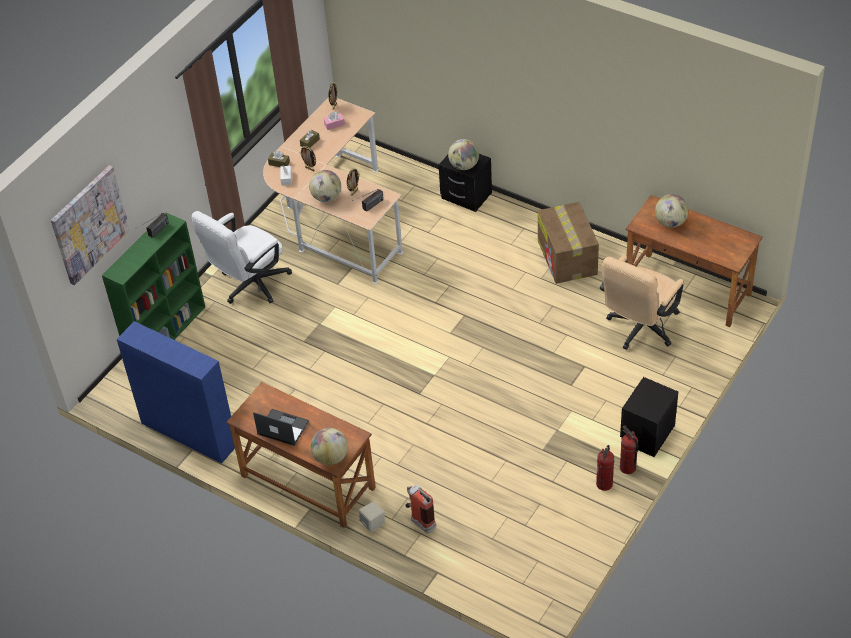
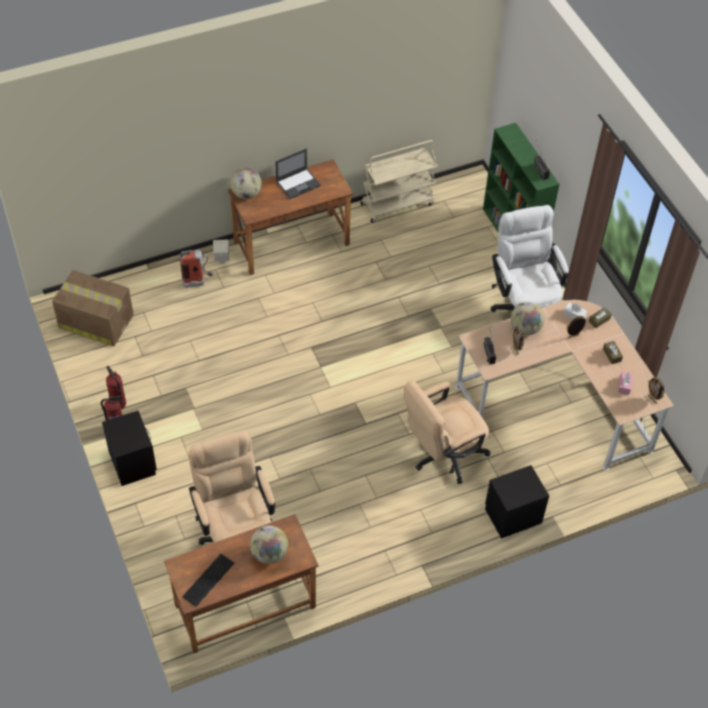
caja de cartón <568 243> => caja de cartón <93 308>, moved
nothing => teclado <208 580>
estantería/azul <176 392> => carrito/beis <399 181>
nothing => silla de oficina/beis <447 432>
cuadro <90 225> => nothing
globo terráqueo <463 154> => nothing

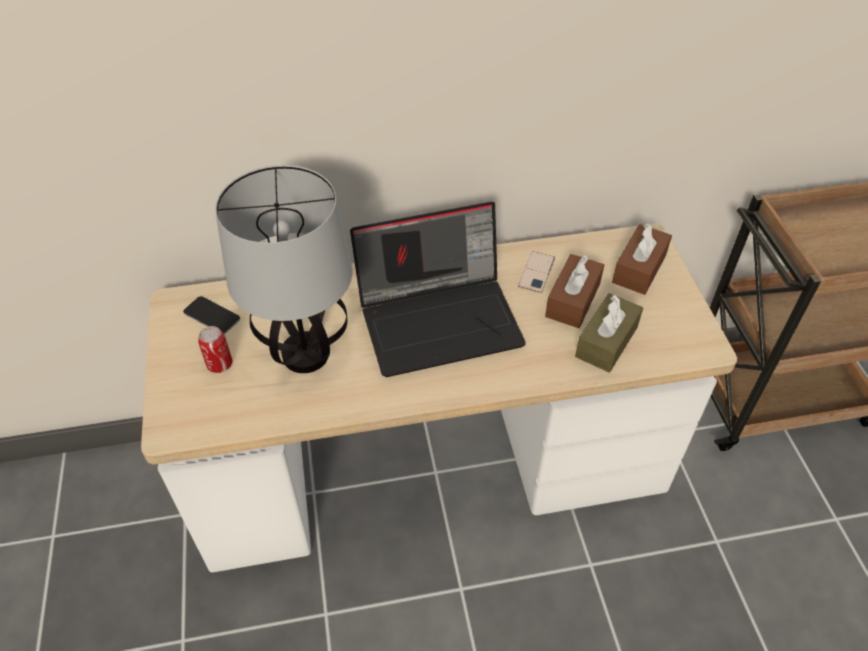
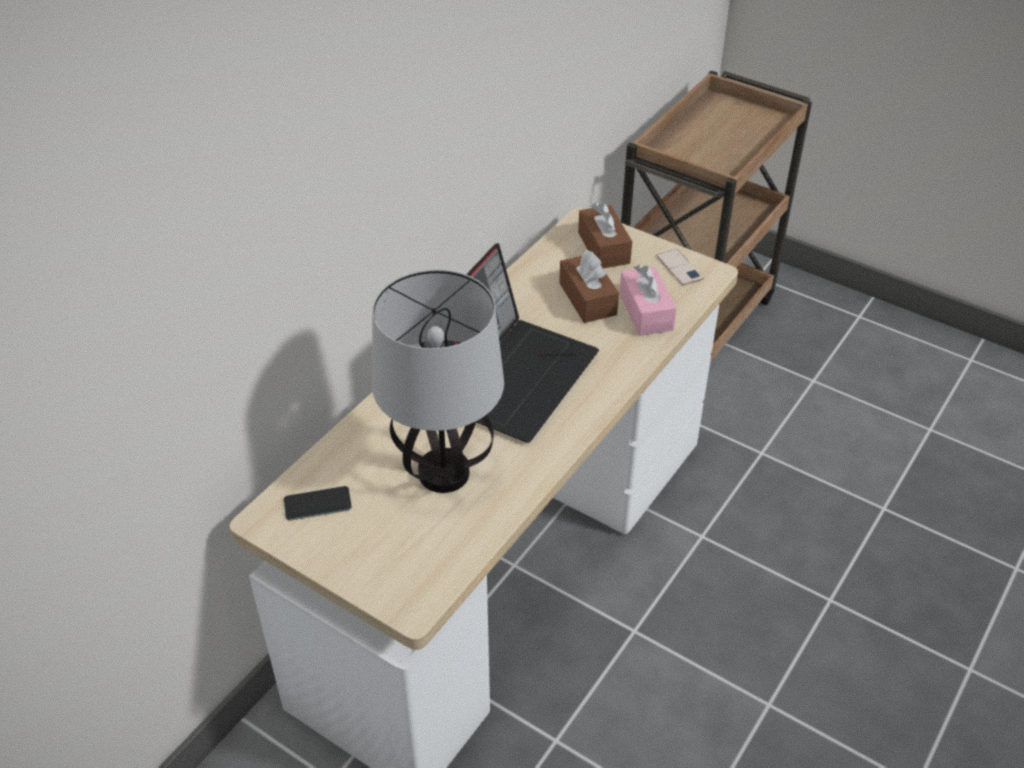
caja de pañuelos/marrón <609 332> => caja de pañuelos/rosa <648 300>
móvil <536 272> => móvil <680 267>, moved
lata <215 349> => nothing

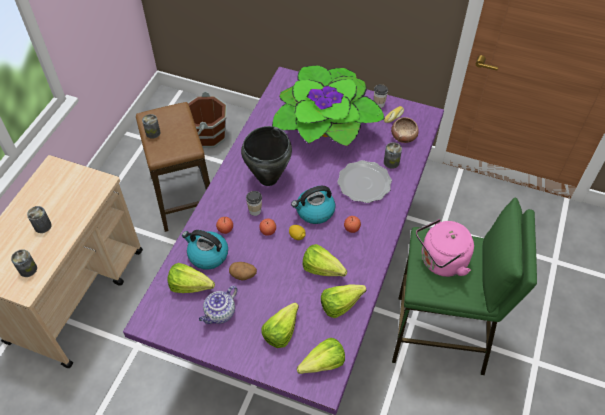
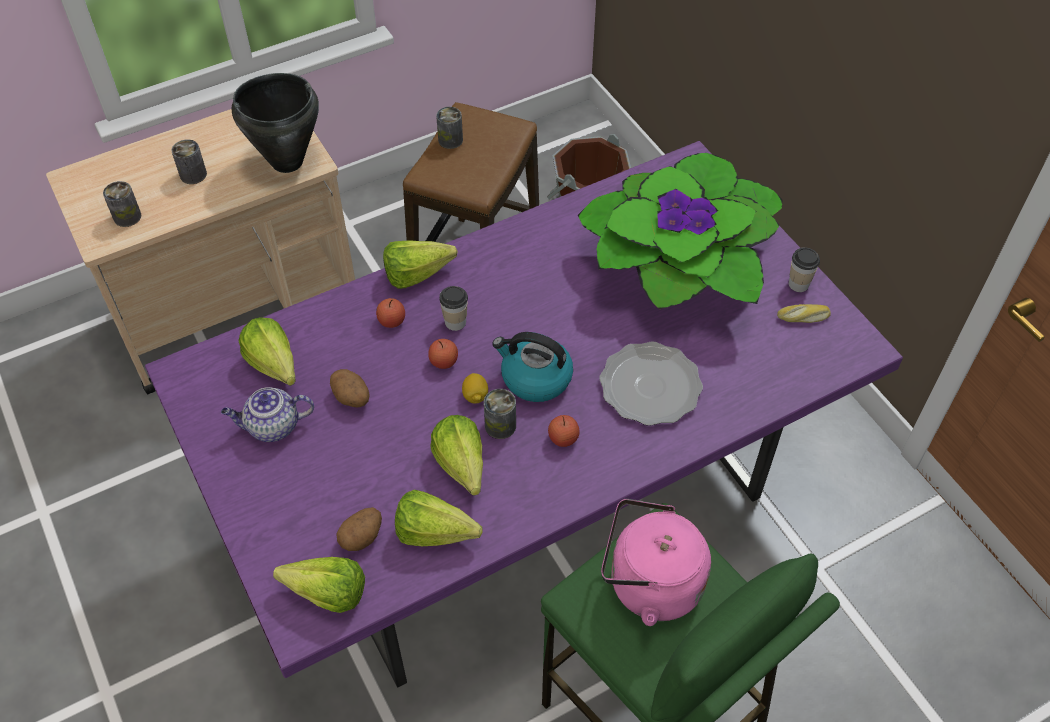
olla/negro <266 156> => olla/negro <275 123>, moved
nothing => patata <359 529>
lechuga <280 325> => lechuga <420 264>, moved
lata <393 155> => lata <500 414>, moved
hervidor <205 250> => nothing
cuenco <405 130> => nothing

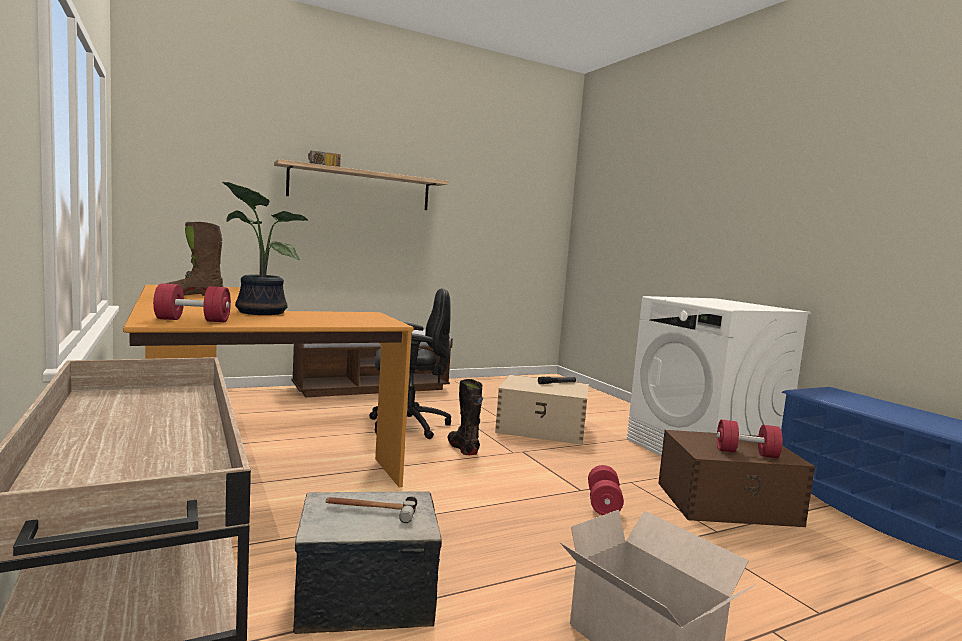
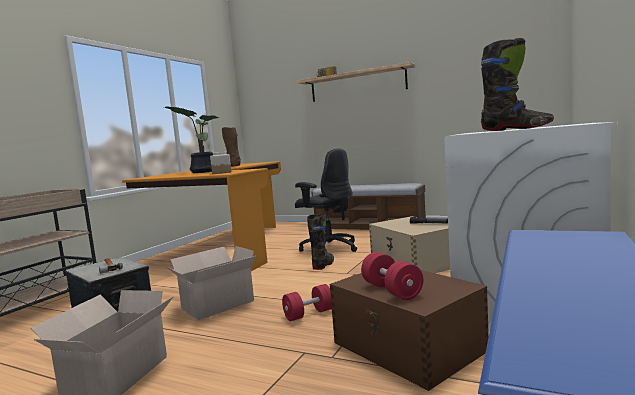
nothing => caja de cartón <210 283>
nothing => tarro <220 163>
nothing => bota/negro <517 84>
mancuerna/rojo <192 302> => nothing

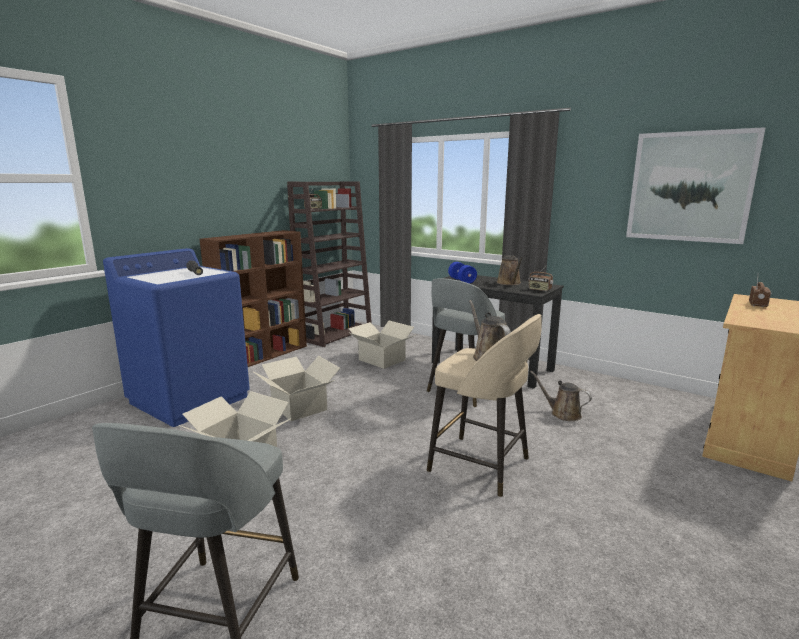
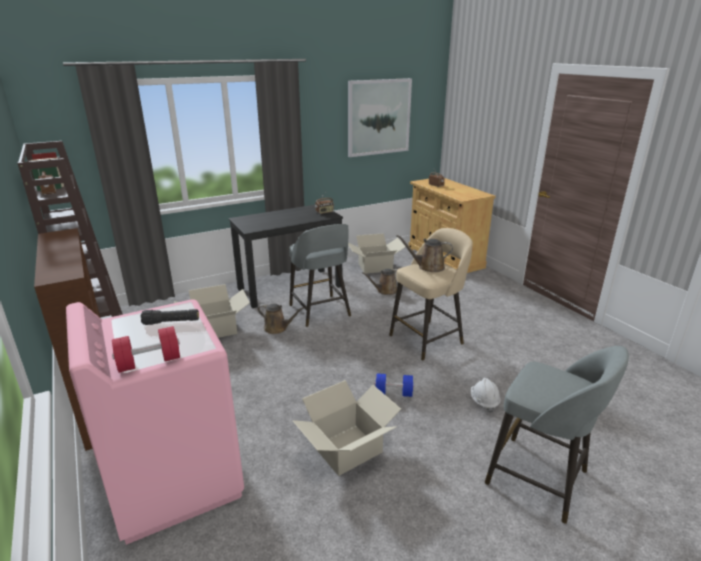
lavadora/azul <176 337> => lavadora/rosa <155 422>
nothing => mancuerna/rojo <146 349>
regadera/marrón <510 270> => regadera/marrón <280 319>, moved
caja de cartón <296 388> => caja de cartón <377 253>, moved
mancuerna/azul <462 273> => mancuerna/azul <394 385>, moved
nothing => casco/blanco <486 395>

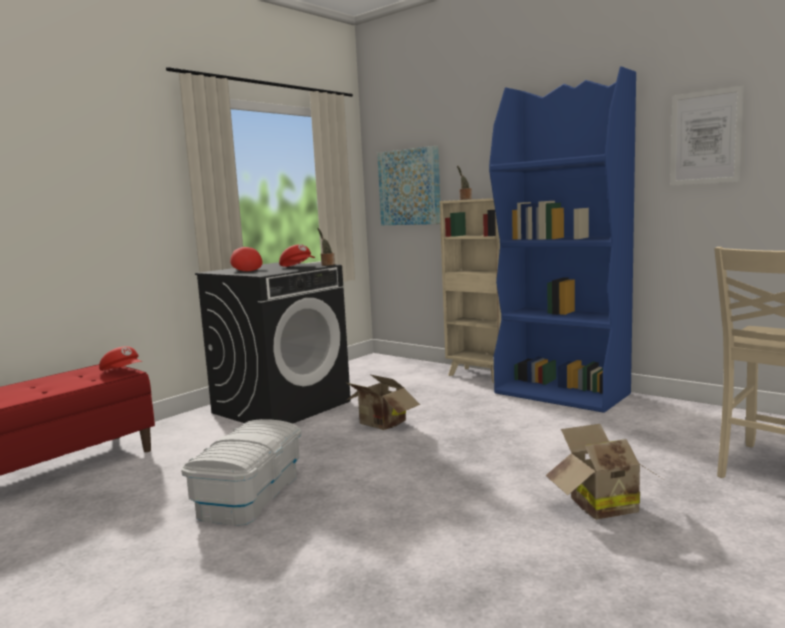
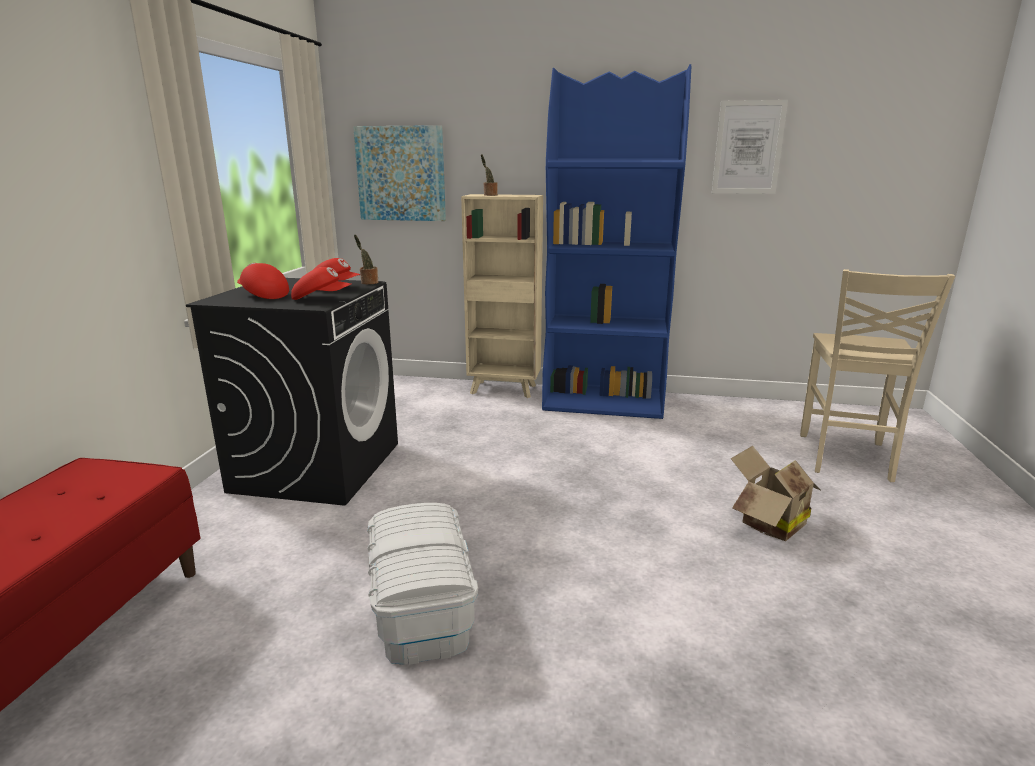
gorra/rojo <120 358> => gorra/rojo <321 283>, moved
caja de cartón <383 402> => nothing

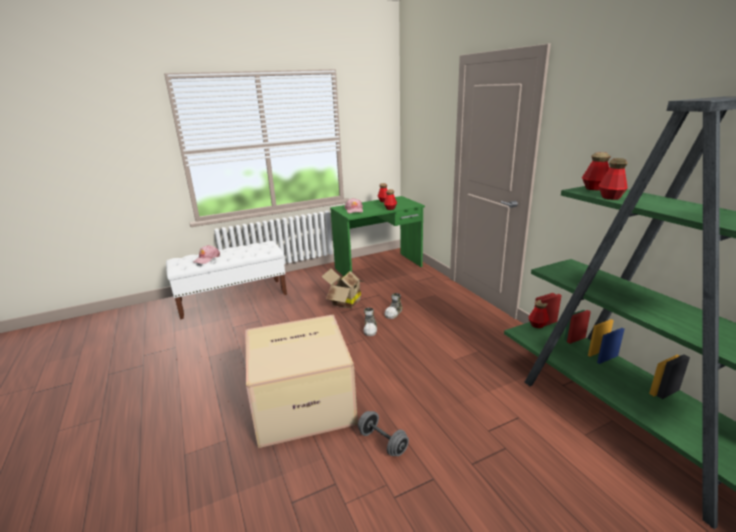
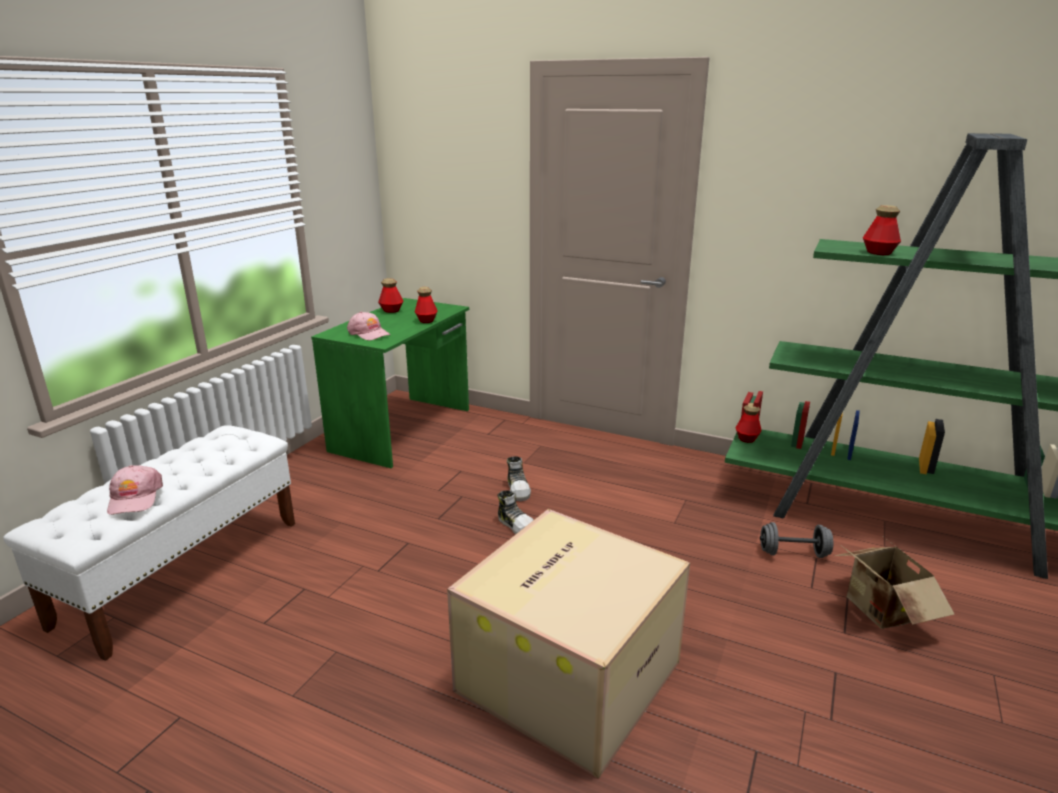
mancuerna/gris <383 433> => mancuerna/gris <796 540>, moved
caja de cartón <342 288> => caja de cartón <894 583>, moved
botella <596 171> => nothing

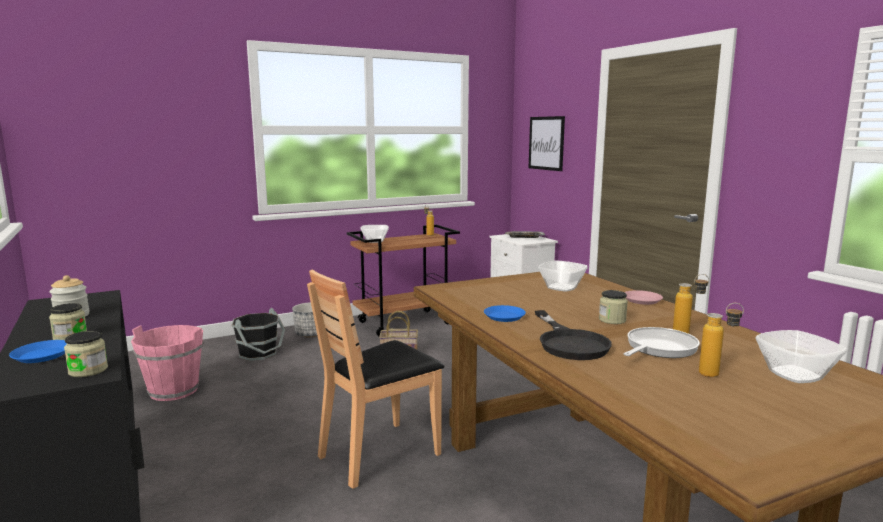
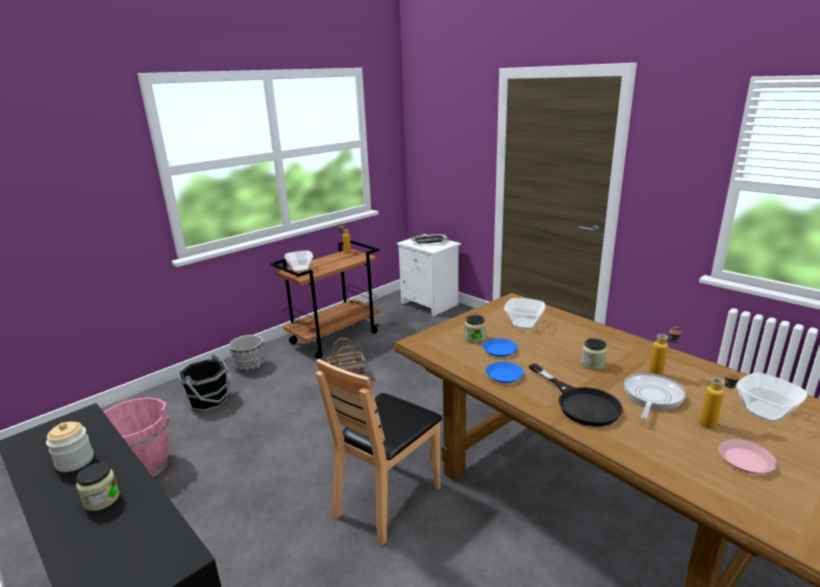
tarro <86 354> => tarro <475 329>, moved
plato/azul <38 351> => plato/azul <500 347>, moved
plato/rosa <644 297> => plato/rosa <748 457>, moved
cuadro <547 143> => nothing

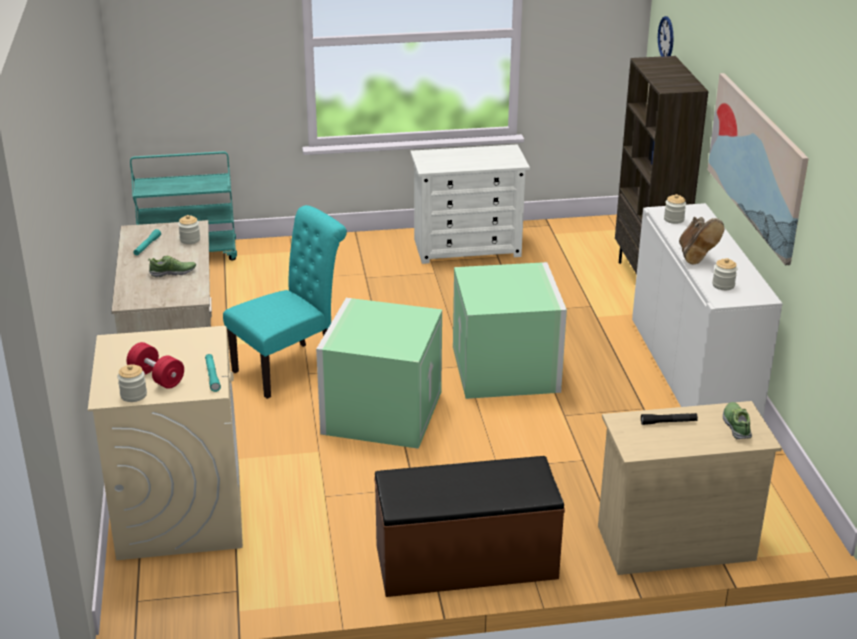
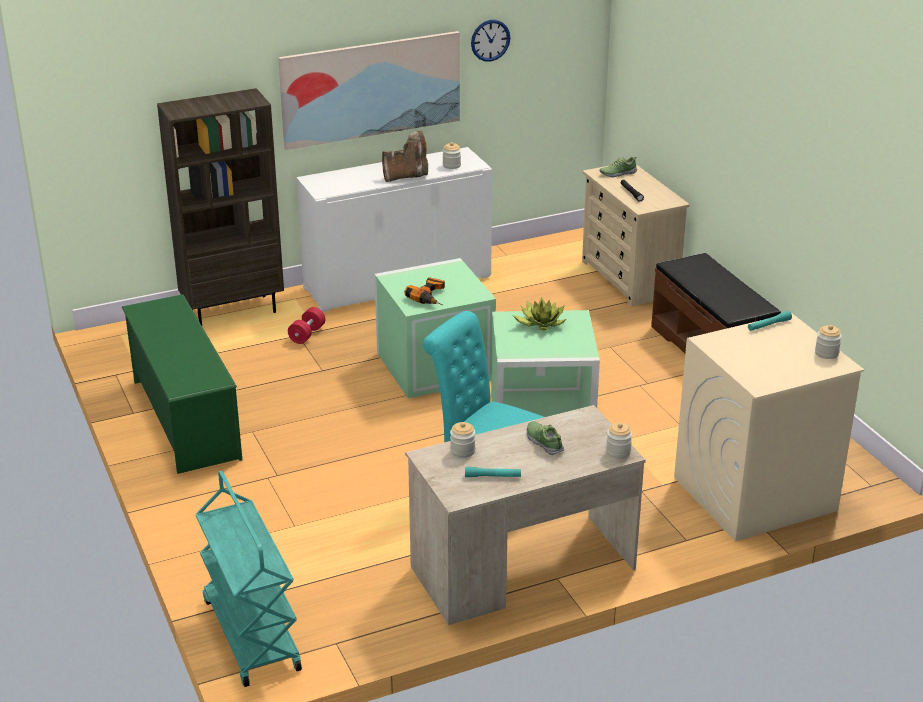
cómoda/blanco <470 204> => zapatero/verde <182 384>
mancuerna/rojo <155 365> => mancuerna/rojo <306 325>, moved
nothing => taladro <425 291>
reloj de pared <666 36> => reloj de pared <490 40>, moved
nothing => planta en maceta <539 314>
tarro <675 209> => tarro <619 441>, moved

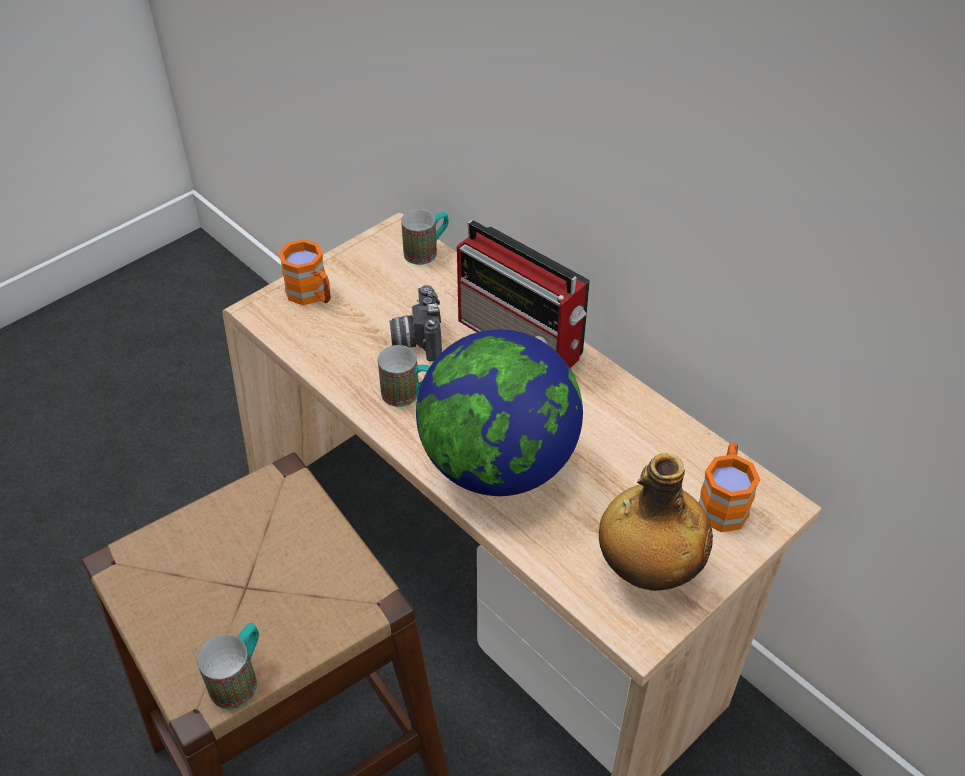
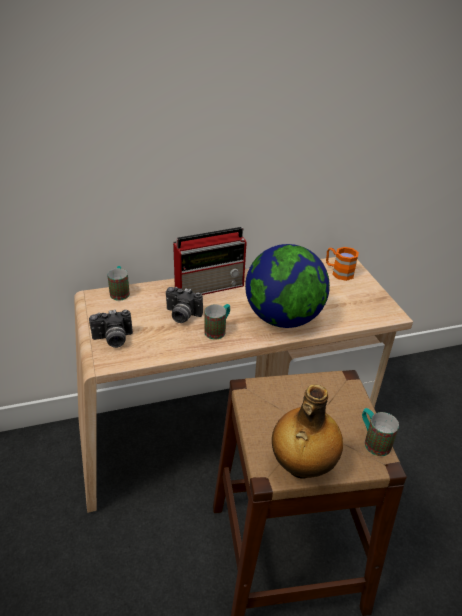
taza grande/naranja <305 272> => cámara <111 329>
botella <656 522> => botella <307 431>, moved

